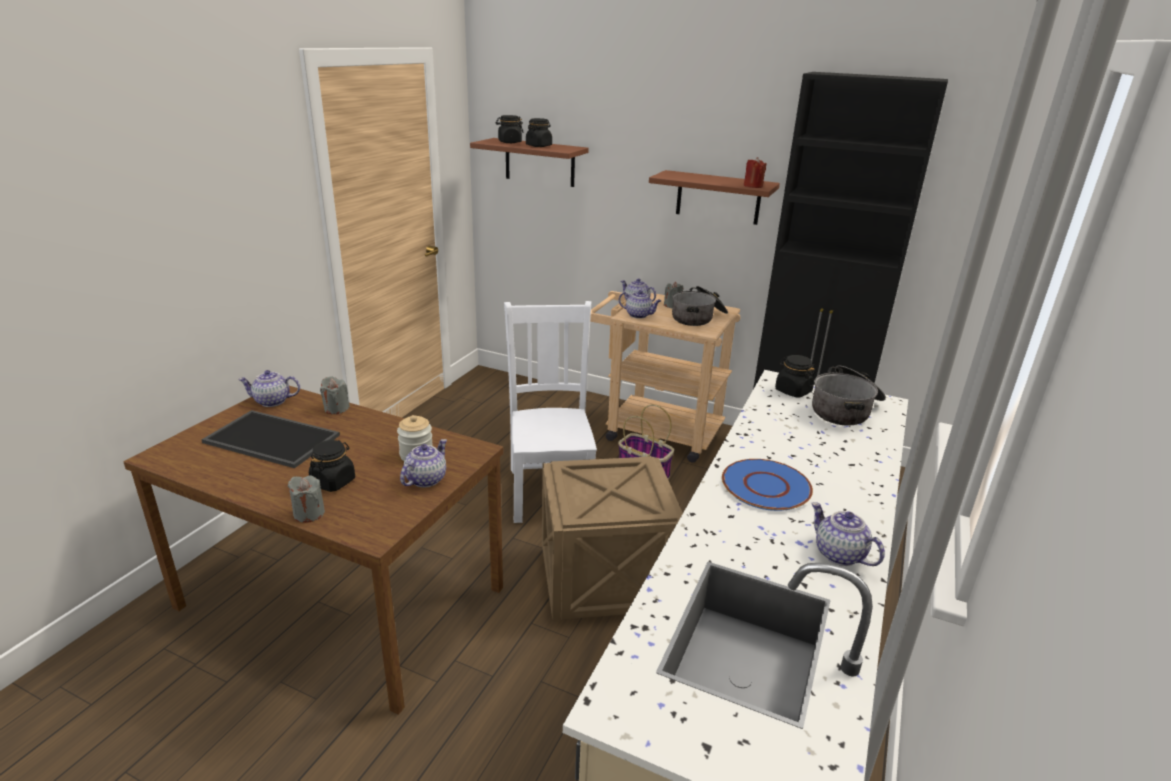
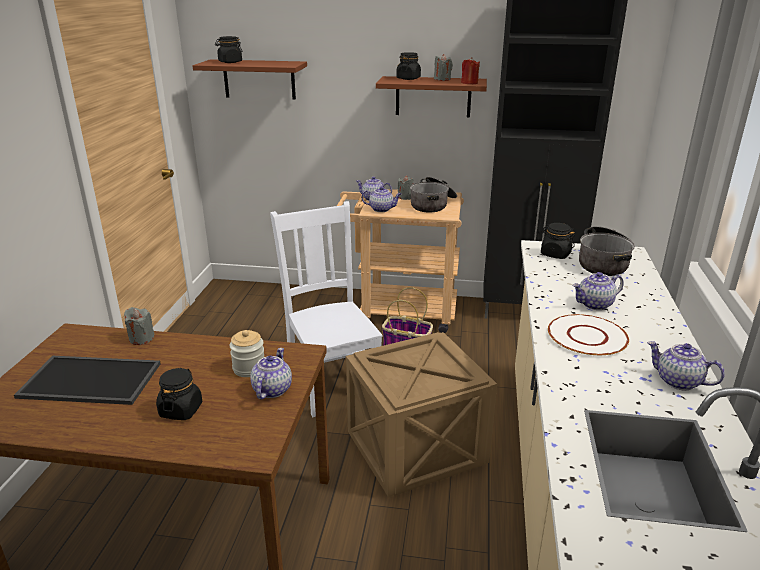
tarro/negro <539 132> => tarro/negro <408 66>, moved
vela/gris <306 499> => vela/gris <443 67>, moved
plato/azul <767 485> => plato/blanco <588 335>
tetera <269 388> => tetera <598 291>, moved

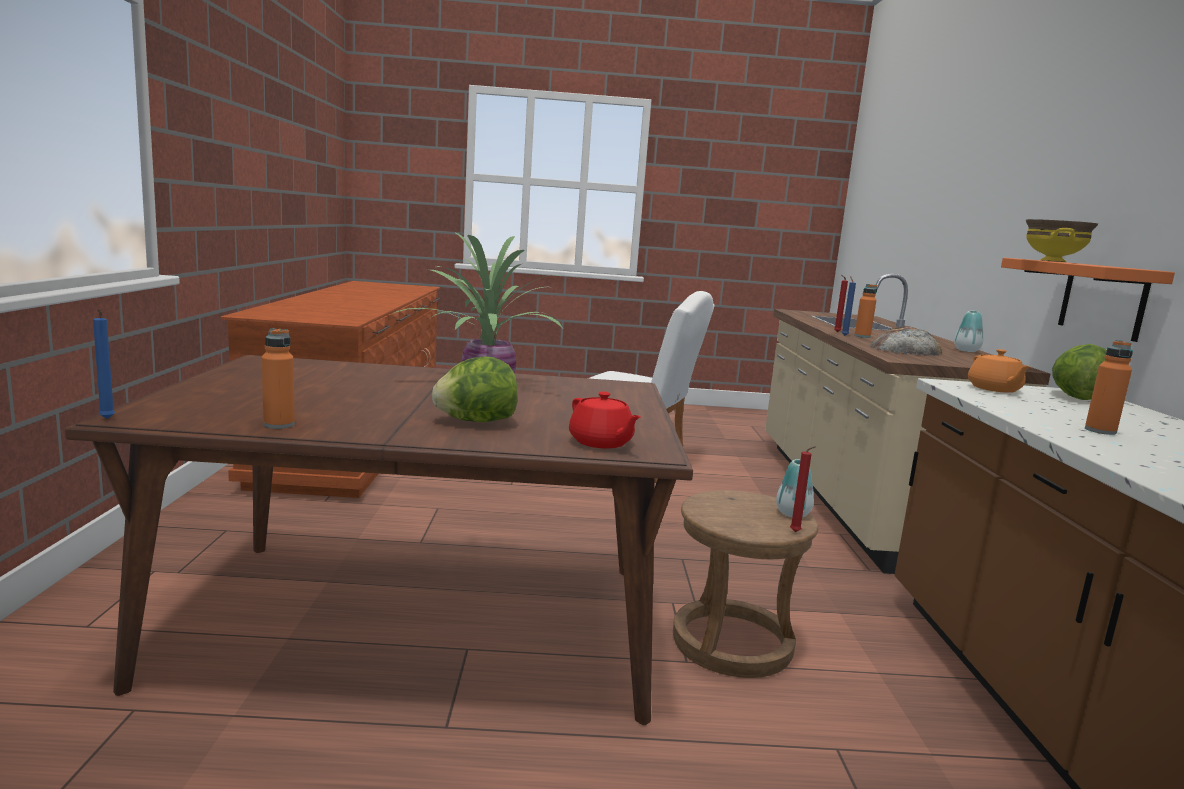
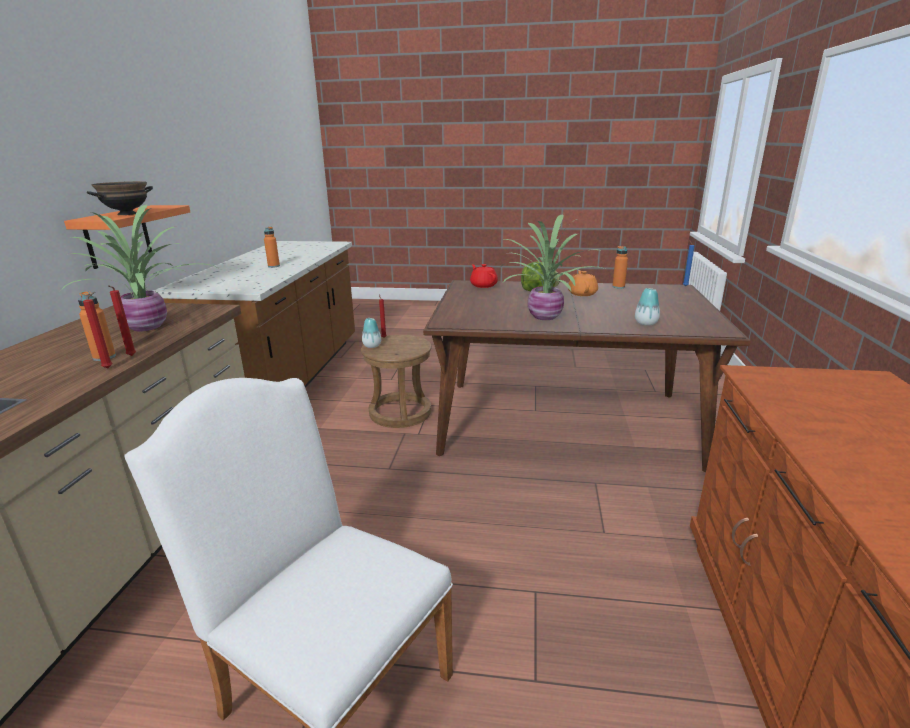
pan <906 341> => planta en maceta <138 267>
cuenco/amarillo <1062 240> => cuenco/negro <120 198>
vela/azul <849 306> => vela/rojo <122 320>
tetera/naranja <999 371> => tetera/naranja <583 283>, moved
florero <968 331> => florero <647 307>, moved
lechuga <1079 372> => nothing

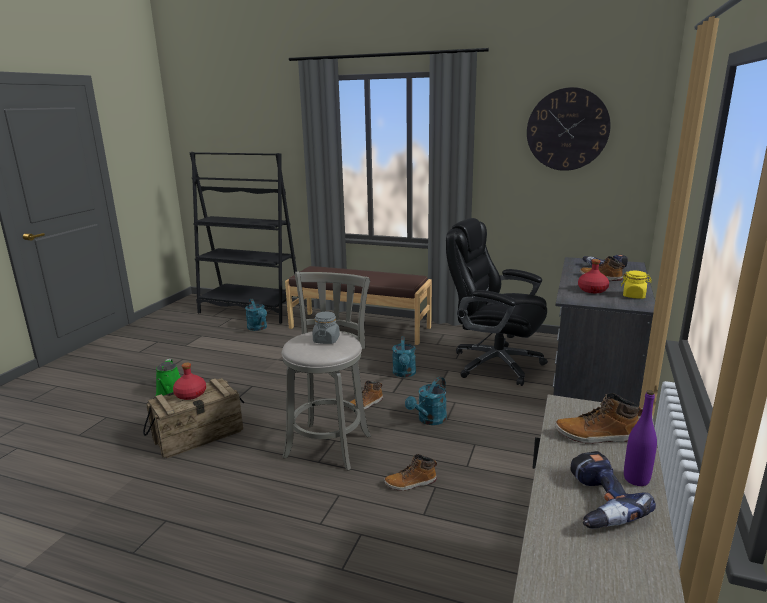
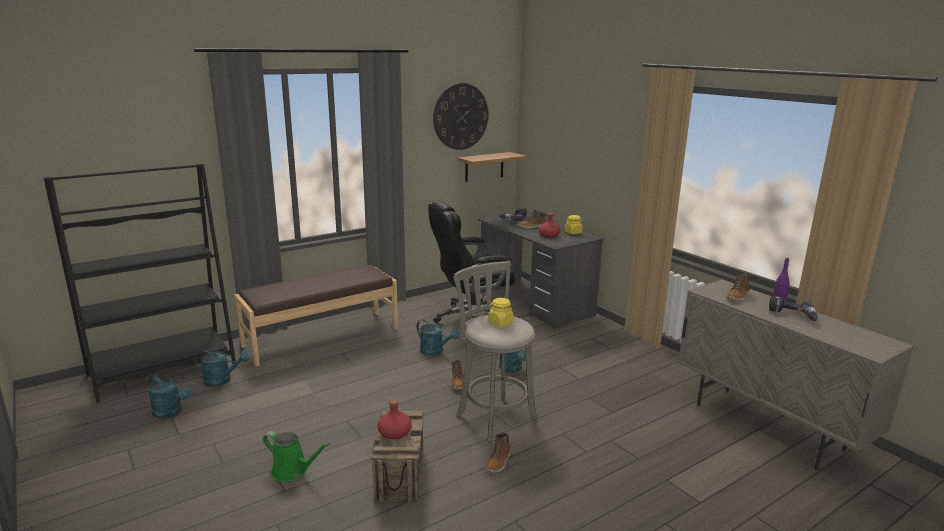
nothing => regadera/turquesa <169 396>
nothing => estante <492 167>
bota <410 472> => bota <498 453>, moved
tarro/gris <326 328> => tarro/amarillo <501 312>

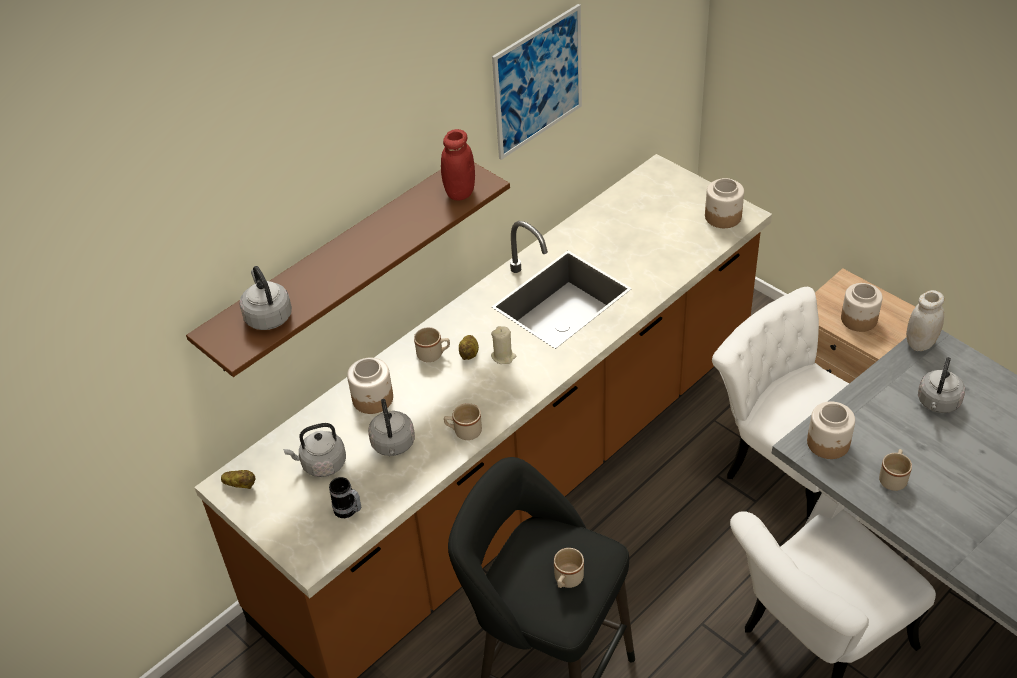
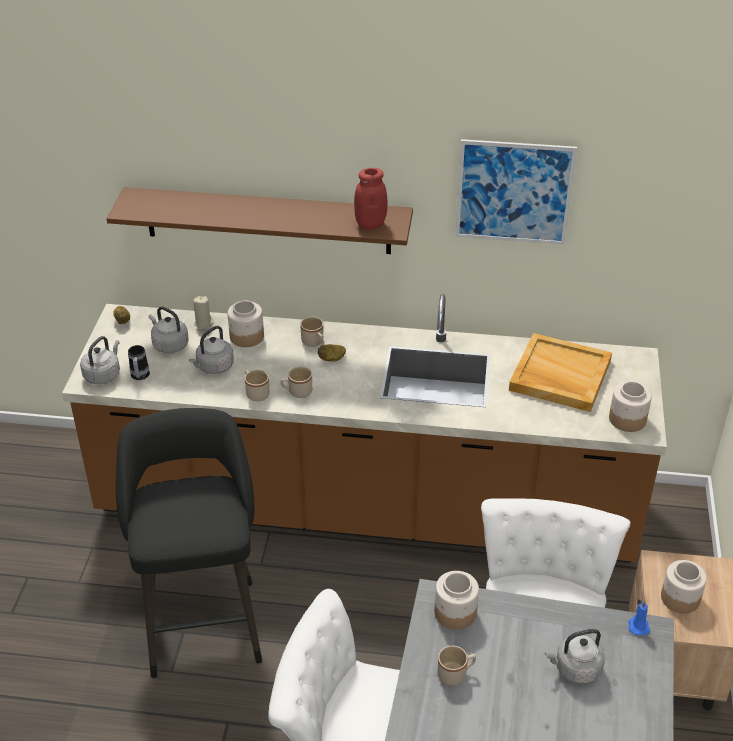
hervidor/gris <265 298> => hervidor/gris <100 360>, moved
vela/beis <503 345> => vela/beis <203 312>, moved
taza grande/beis <569 568> => taza grande/beis <296 382>, moved
nothing => bandeja/beis <560 372>
tarro/blanco <925 320> => vela/azul <639 618>

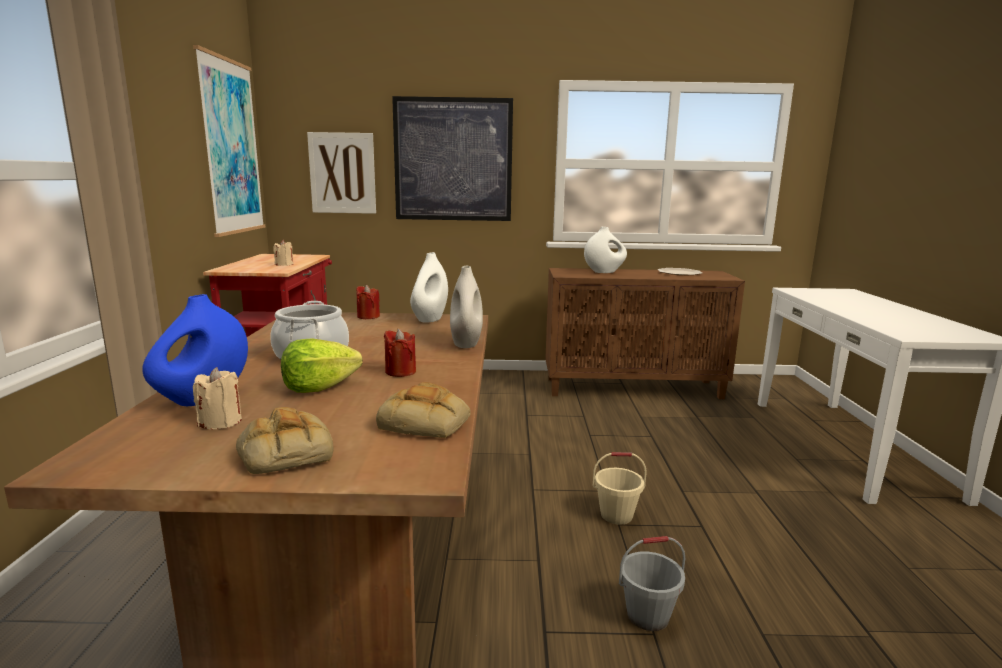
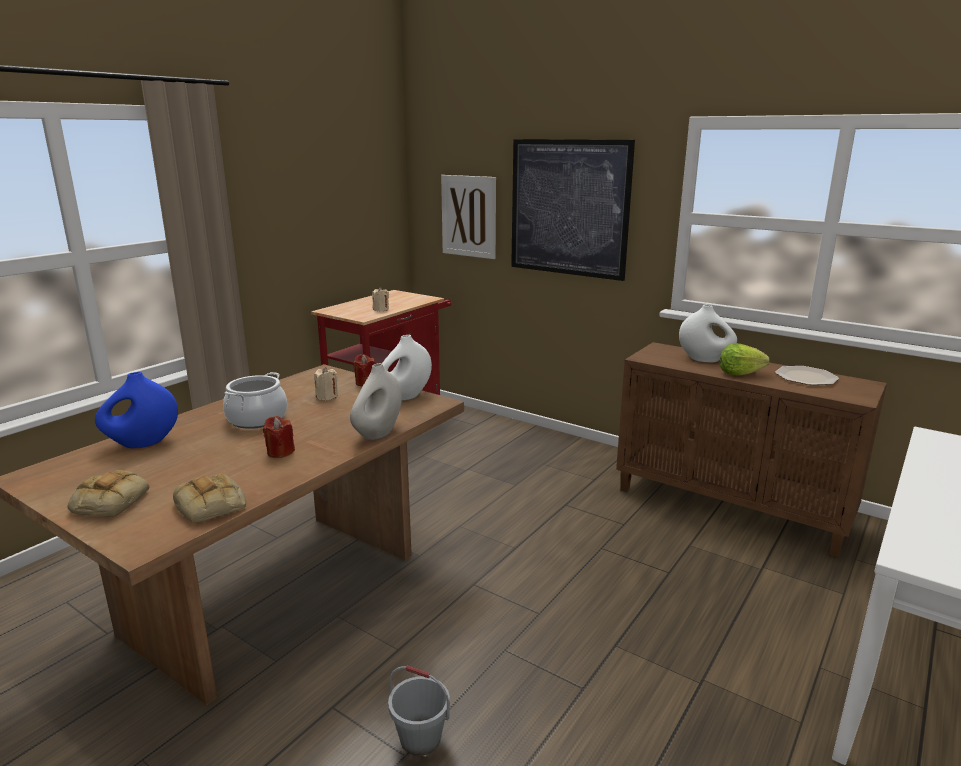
vela/beis <217 398> => vela/beis <326 383>, moved
lechuga <322 366> => lechuga <745 359>, moved
cuadro <229 141> => nothing
cubo/beis <620 488> => nothing

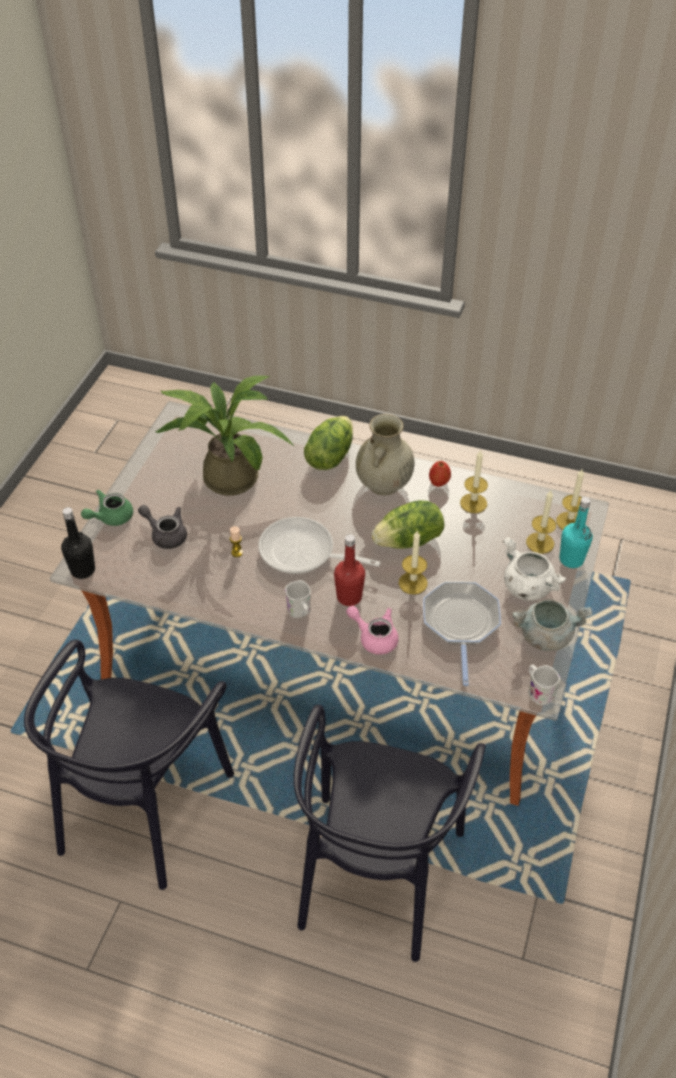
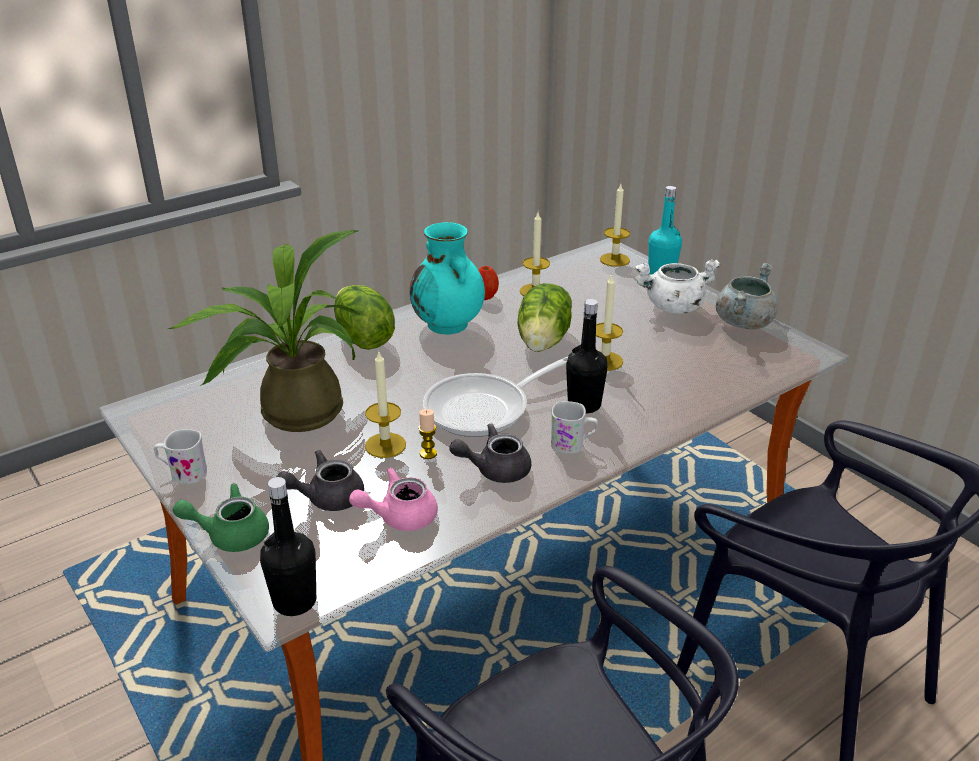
taza grande/blanco <544 684> => taza grande/blanco <180 456>, moved
tetera/verde <107 507> => tetera/verde <221 517>, 90 degrees clockwise
tetera/rosa <372 630> => tetera/rosa <393 499>, moved
vela <541 522> => vela <385 405>, moved
florero/beis <385 454> => florero/turquesa <447 278>
nothing => tetera/gris <490 453>
botella/rojo <349 570> => botella/negro <587 356>
sartén <462 633> => nothing

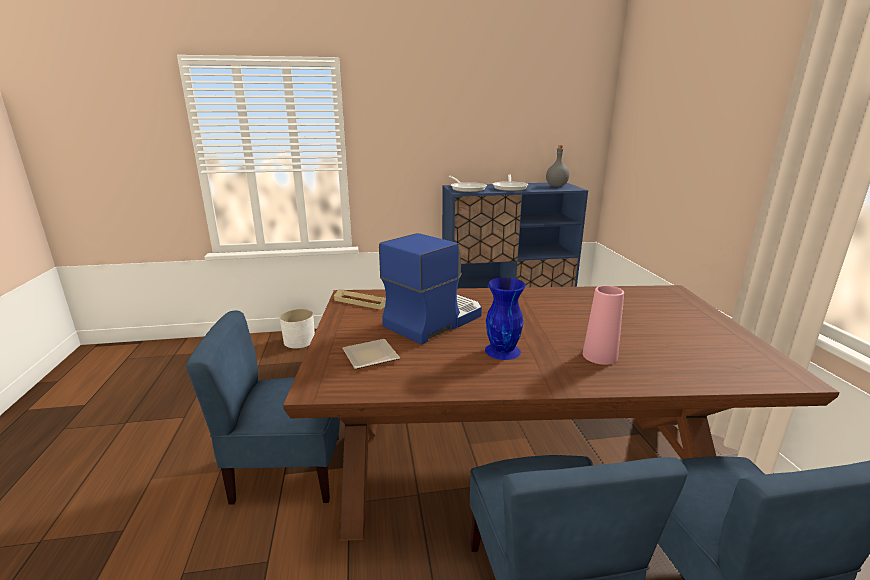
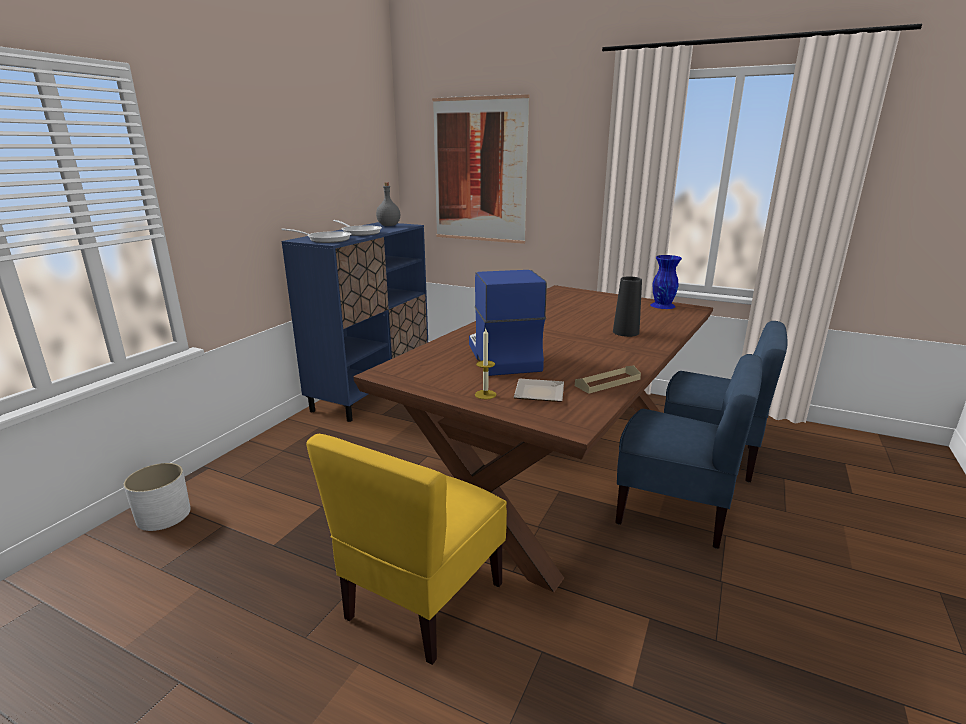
silla/azul <263 407> => silla/amarillo <406 549>
nothing => cuadro <480 169>
nothing => vela <485 364>
bandeja/beis <360 299> => bandeja/beis <608 379>, moved
florero/rosa <603 325> => florero/negro <627 306>
florero/azul <505 318> => florero/azul <666 282>, moved

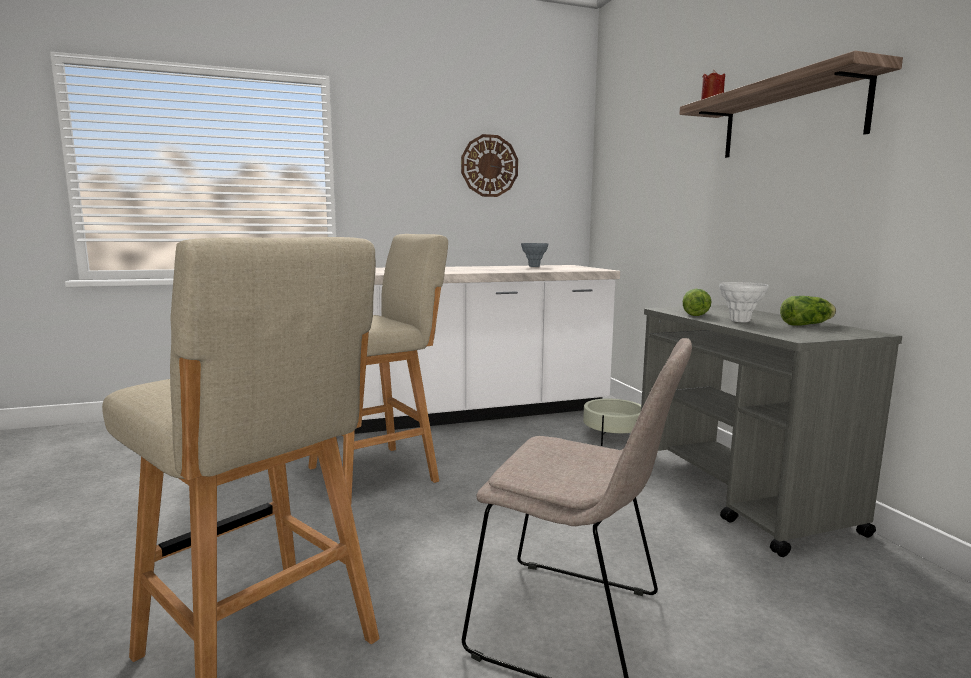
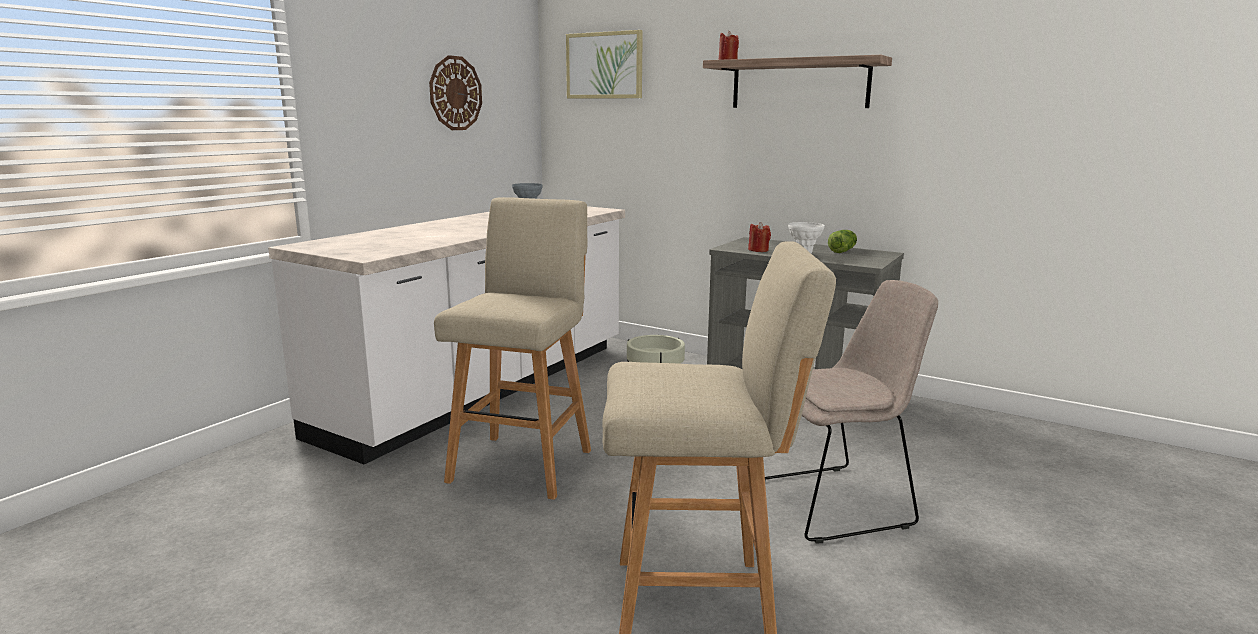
nothing => cuadro <604 64>
lechuga <697 302> => vela/rojo <759 237>

